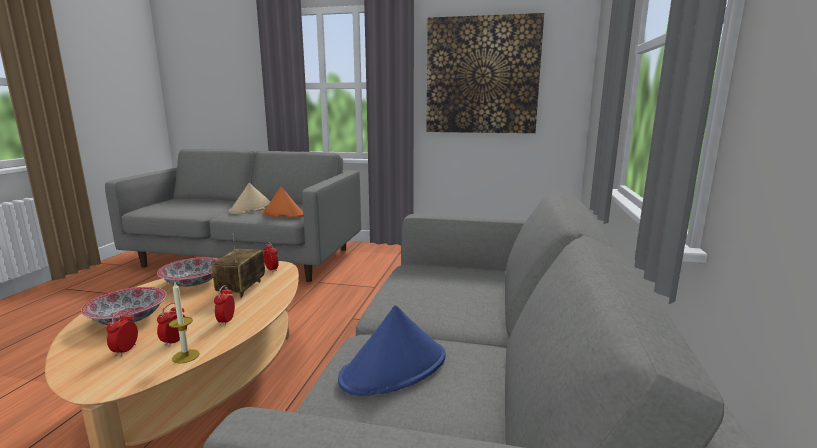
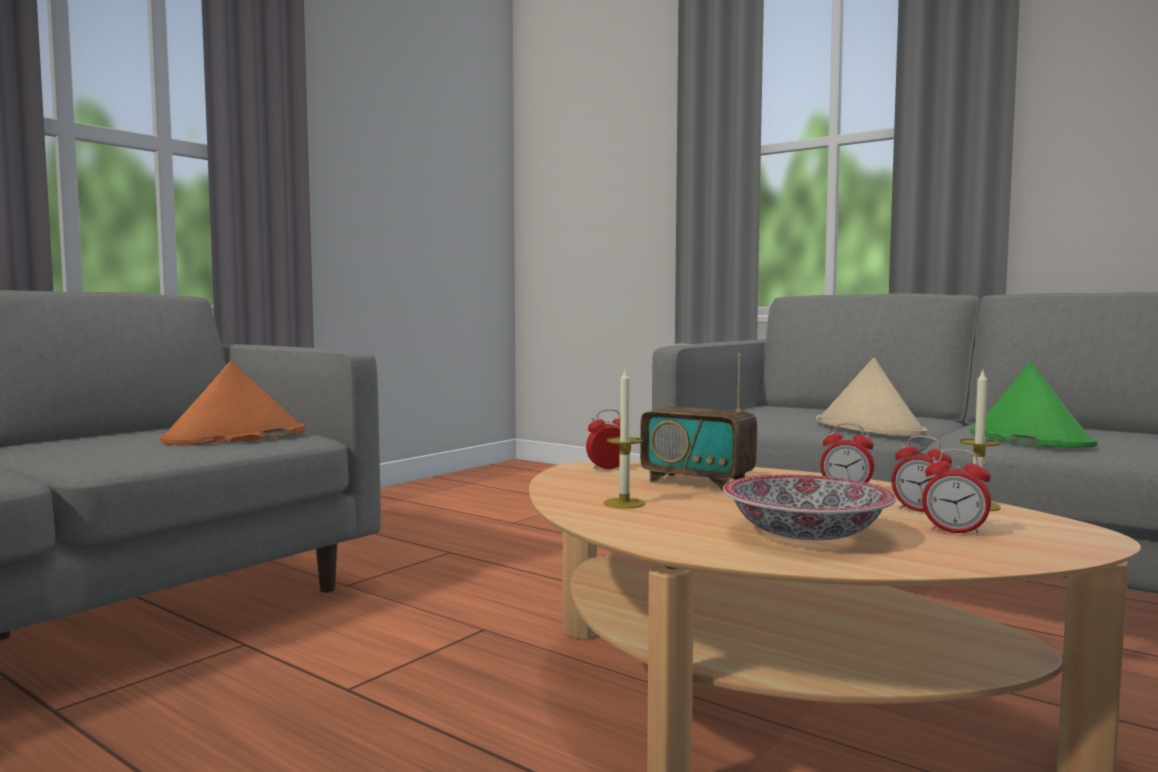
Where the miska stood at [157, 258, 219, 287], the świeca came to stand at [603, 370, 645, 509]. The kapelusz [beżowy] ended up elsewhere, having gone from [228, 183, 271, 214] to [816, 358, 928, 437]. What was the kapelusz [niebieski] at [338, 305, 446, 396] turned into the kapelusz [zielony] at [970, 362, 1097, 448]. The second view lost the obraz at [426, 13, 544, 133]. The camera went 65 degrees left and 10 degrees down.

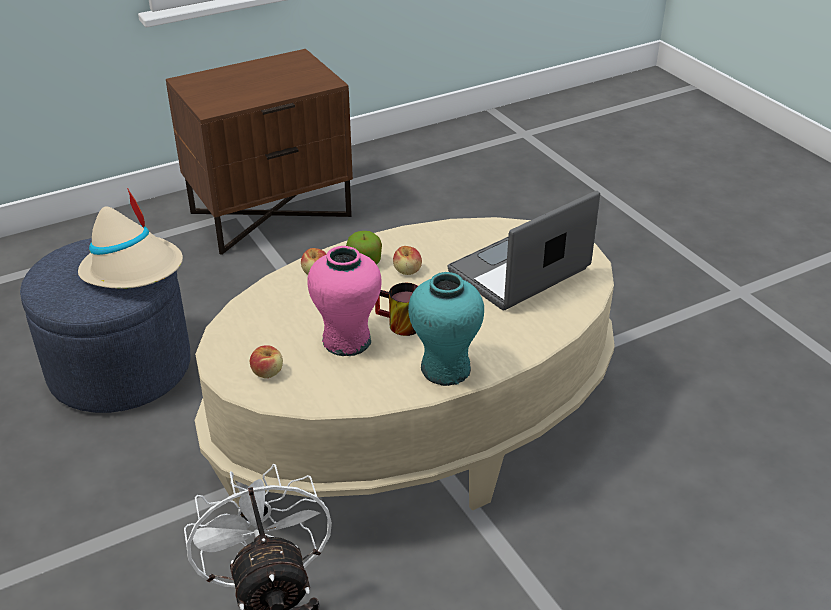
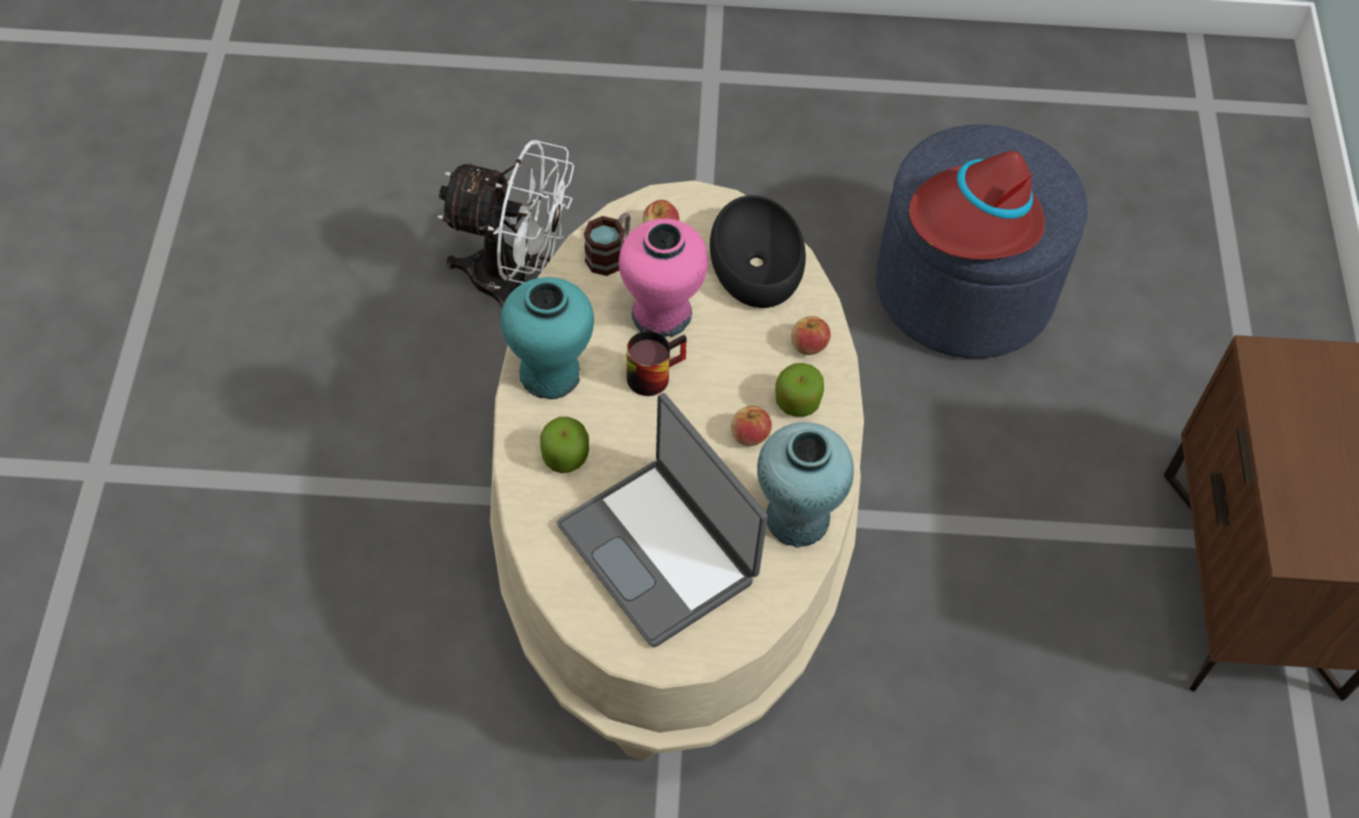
The second view gained the jabłko at [540, 417, 589, 473]. The laptop at [448, 191, 600, 311] ended up facing another way, 150 degrees clockwise from before. The second view gained the kubek at [584, 212, 631, 276]. The second view gained the miska [czarny] at [710, 195, 806, 308]. The second view gained the wazon [turkusowy] at [757, 422, 854, 548]. What was the kapelusz [beżowy] at [78, 188, 183, 289] turned into the kapelusz [czerwony] at [909, 151, 1045, 260]. The camera went 120 degrees right and 20 degrees up.

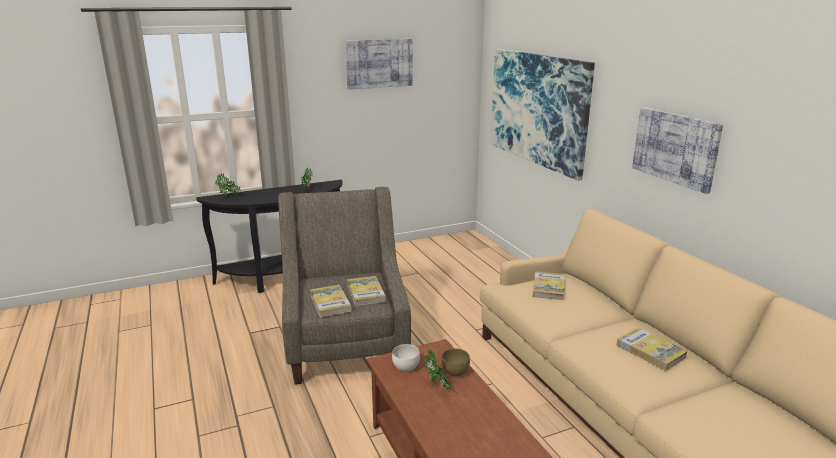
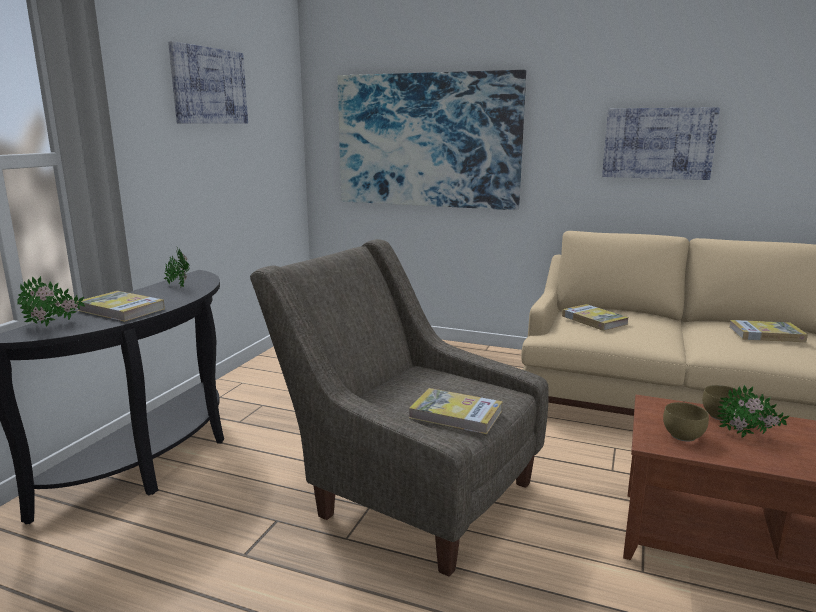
The książka ended up elsewhere, having gone from [347, 276, 386, 306] to [77, 291, 165, 322]. What was the miska [biały] at [392, 344, 420, 372] turned into the miska [brązowy] at [663, 402, 709, 442]. The camera went 45 degrees left and 5 degrees down.

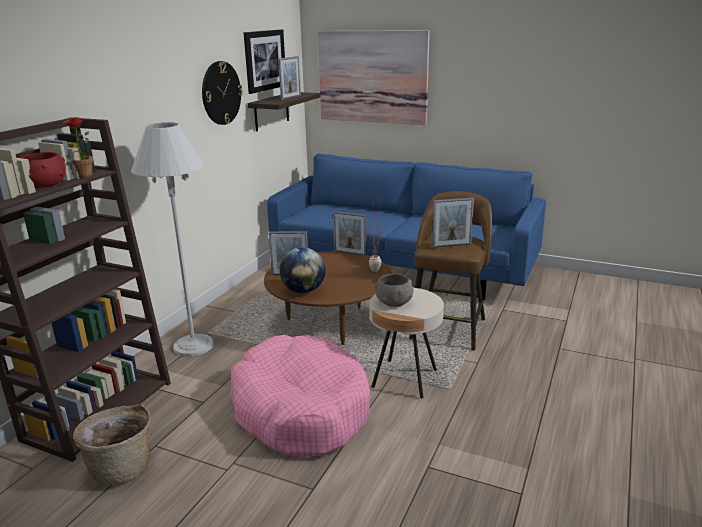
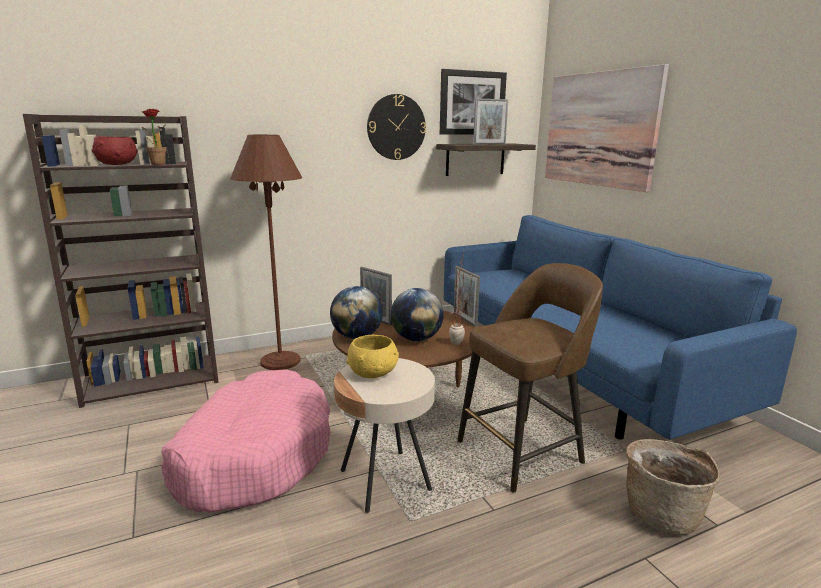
What was the lampa stojąca [biały] at [131, 122, 214, 356] turned into the lampa stojąca [brązowy] at [230, 135, 302, 370]. What was the miska [szary] at [375, 274, 414, 307] turned into the miska [żółty] at [346, 335, 399, 378]. The second view gained the globus at [391, 288, 444, 341]. The koszyk ended up elsewhere, having gone from [73, 404, 151, 485] to [626, 439, 720, 534]. The second view lost the ramka na zdjęcie at [432, 197, 474, 248]. The camera went 40 degrees right and 5 degrees down.

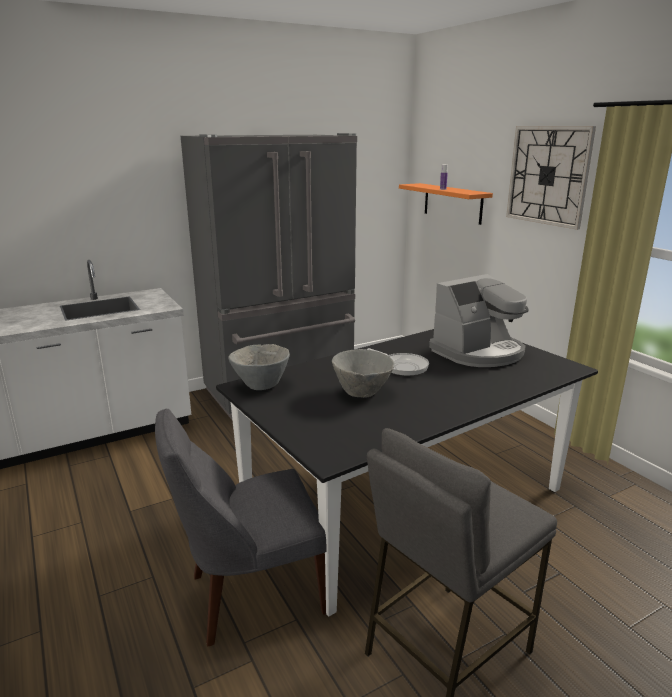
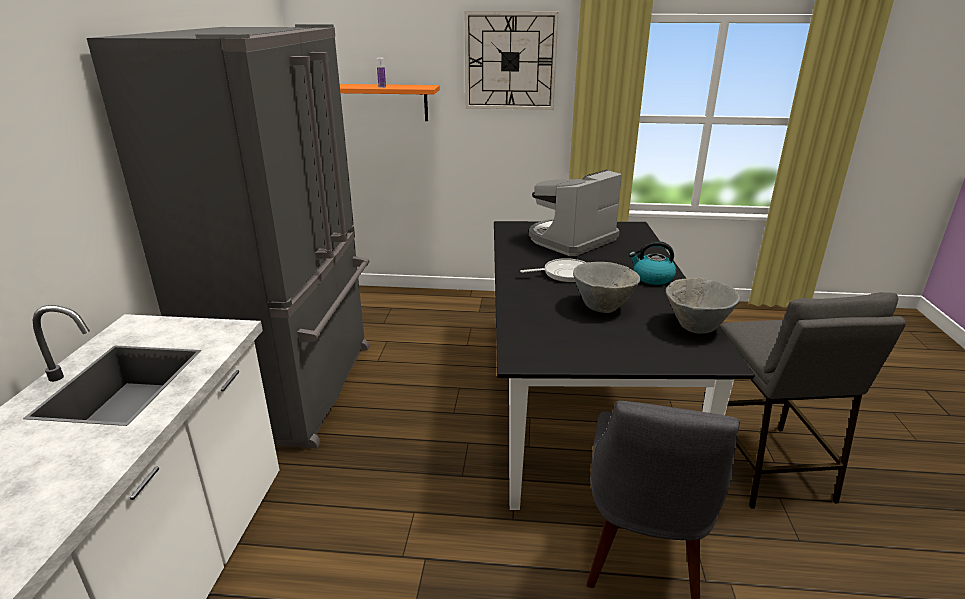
The ekspres do kawy at [429, 274, 529, 367] ended up facing another way, 135 degrees counterclockwise from before. The second view gained the czajnik at [629, 241, 676, 285]. The miska [szary] ended up elsewhere, having gone from [228, 344, 290, 390] to [665, 277, 741, 334]. The camera went 55 degrees left and 5 degrees up.

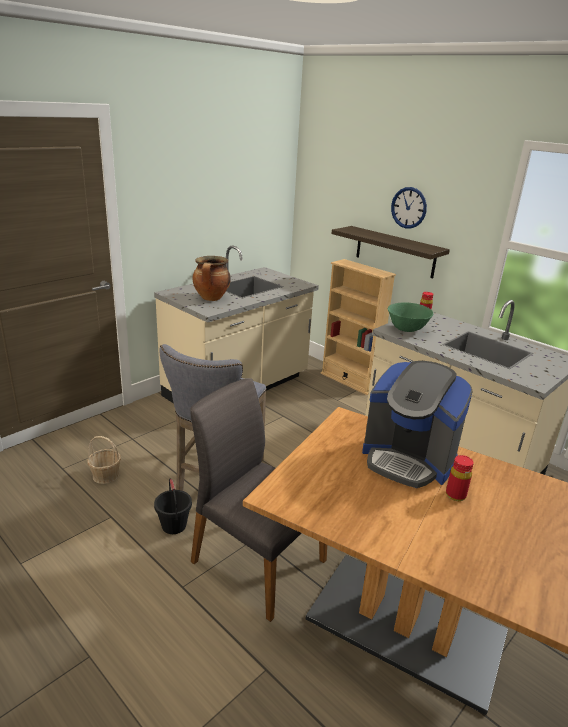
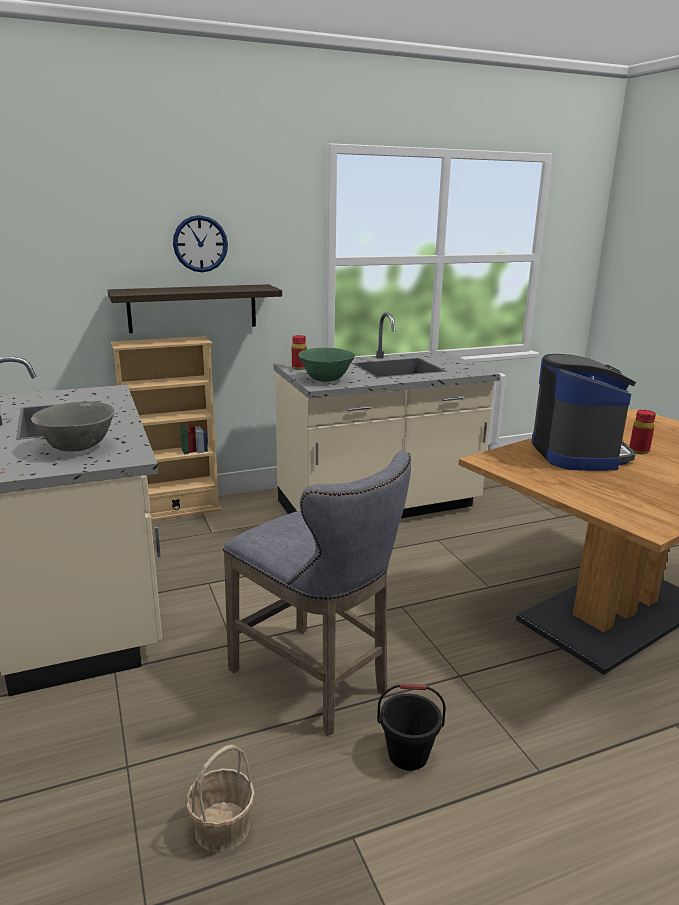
Where the garnek stood at [192, 256, 231, 301], the miska [szary] came to stand at [31, 401, 115, 452]. The ekspres do kawy at [362, 361, 473, 488] ended up facing another way, 60 degrees counterclockwise from before. The second view lost the krzesło [szary] at [190, 378, 327, 622]. The camera went 65 degrees left and 5 degrees down.

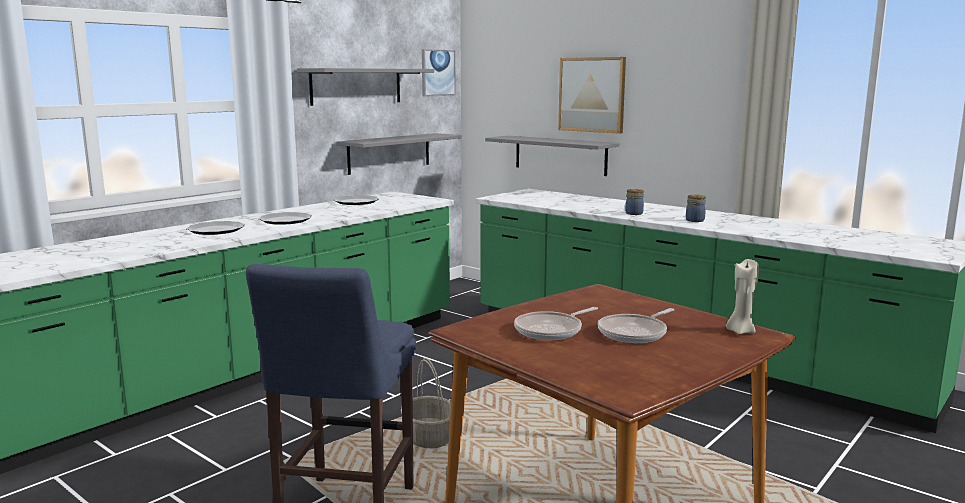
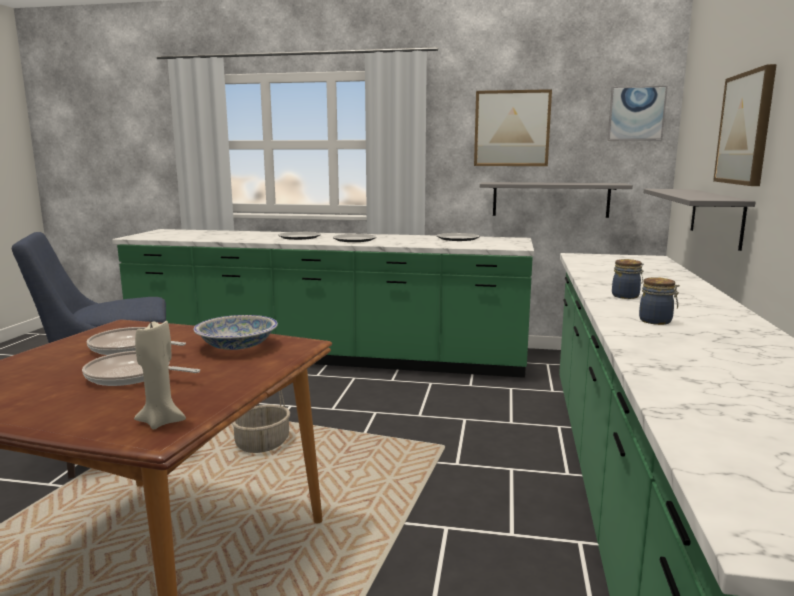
The second view gained the miska at [194, 315, 278, 350]. Where the półka [szary] hung at [297, 68, 434, 106], the obraz came to hang at [474, 89, 552, 166]. The camera went 60 degrees right and 0 degrees up.

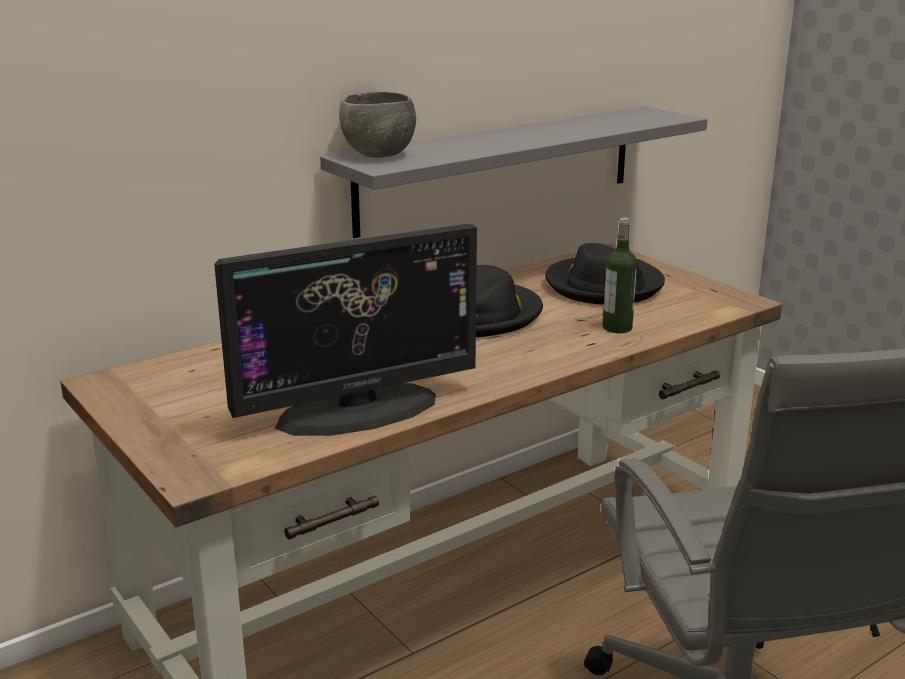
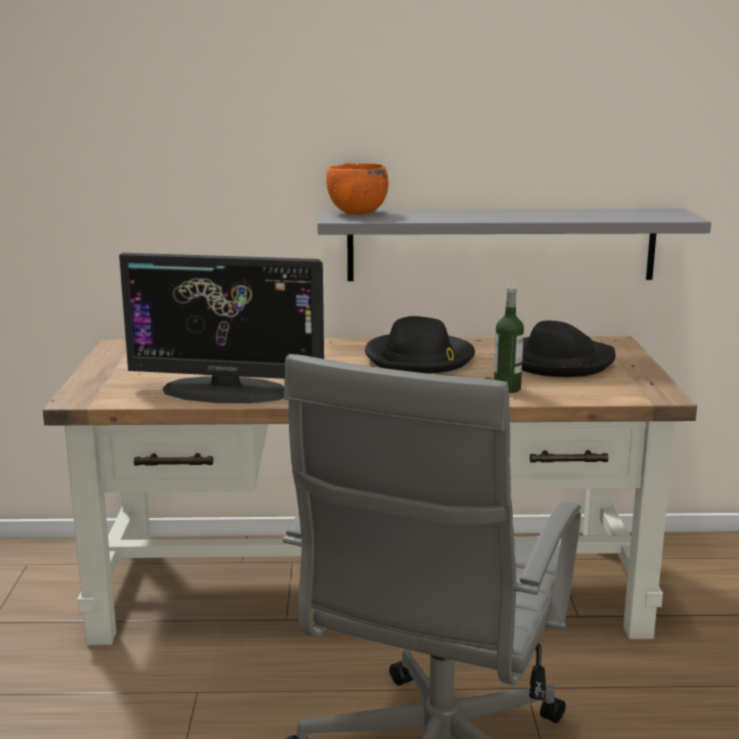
What was the miska [szary] at [339, 92, 416, 158] turned into the miska [pomarańczowy] at [326, 163, 388, 214]. The camera went 35 degrees right and 5 degrees down.

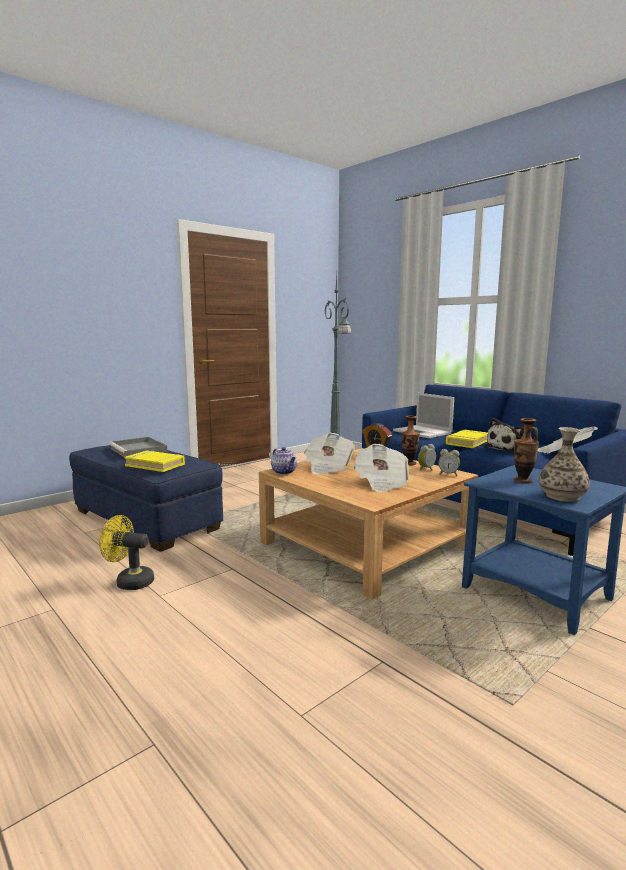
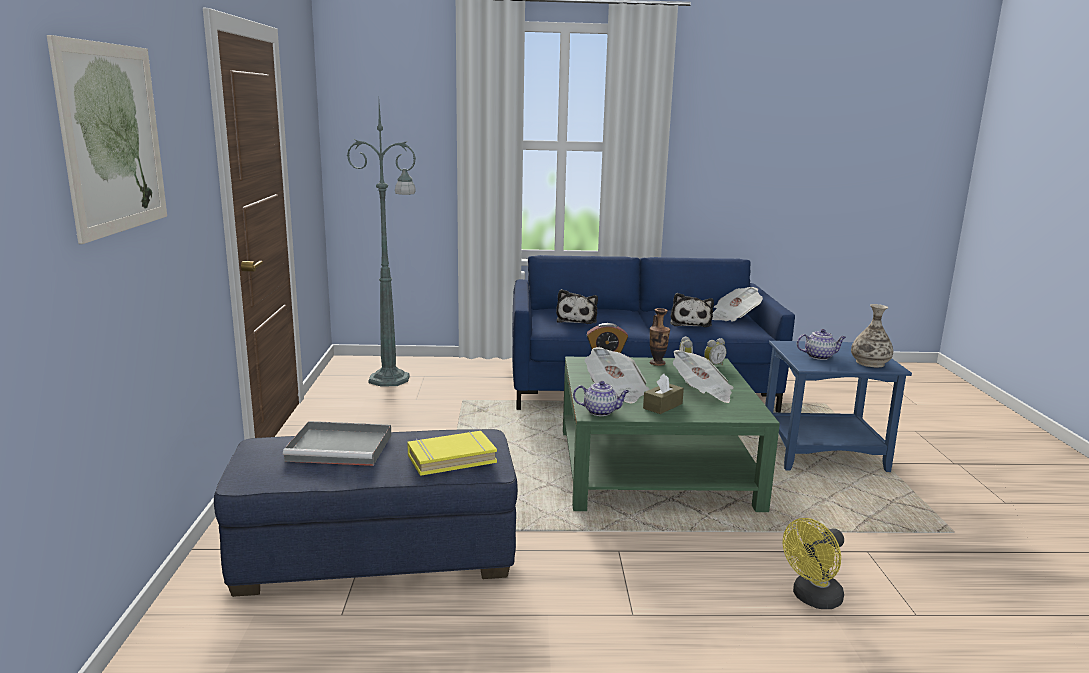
The second view gained the obraz at [47, 35, 167, 244]. Where the laptop stood at [393, 393, 454, 438], the pluszak came to stand at [556, 289, 598, 324]. What was the ława [beżowy] at [259, 448, 478, 600] turned into the ława [zielony] at [563, 357, 780, 512]. The second view gained the pudełko chusteczek [brązowy] at [643, 374, 684, 414]. The wentylator [żółty] ended up elsewhere, having gone from [99, 515, 154, 590] to [783, 518, 844, 609]. Where the wazon stood at [514, 418, 539, 484], the imbryk came to stand at [797, 329, 846, 360]. The second view lost the książka [żółty] at [446, 430, 488, 448]. The camera went 50 degrees left and 5 degrees up.

